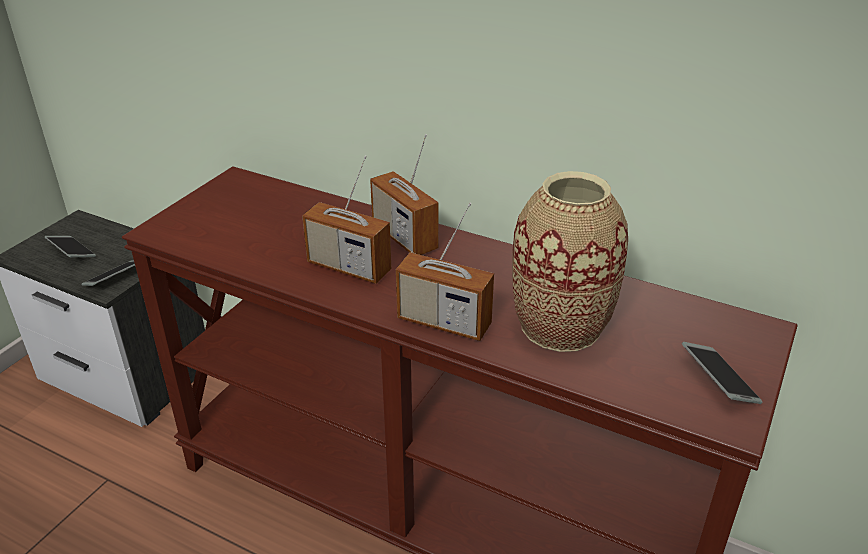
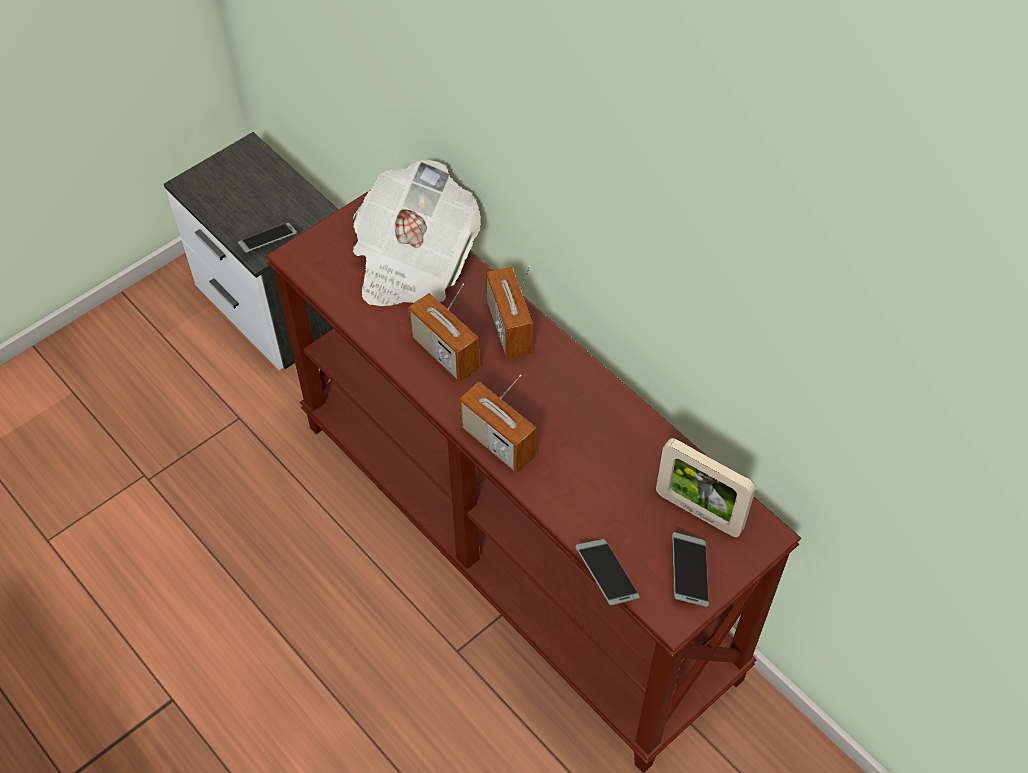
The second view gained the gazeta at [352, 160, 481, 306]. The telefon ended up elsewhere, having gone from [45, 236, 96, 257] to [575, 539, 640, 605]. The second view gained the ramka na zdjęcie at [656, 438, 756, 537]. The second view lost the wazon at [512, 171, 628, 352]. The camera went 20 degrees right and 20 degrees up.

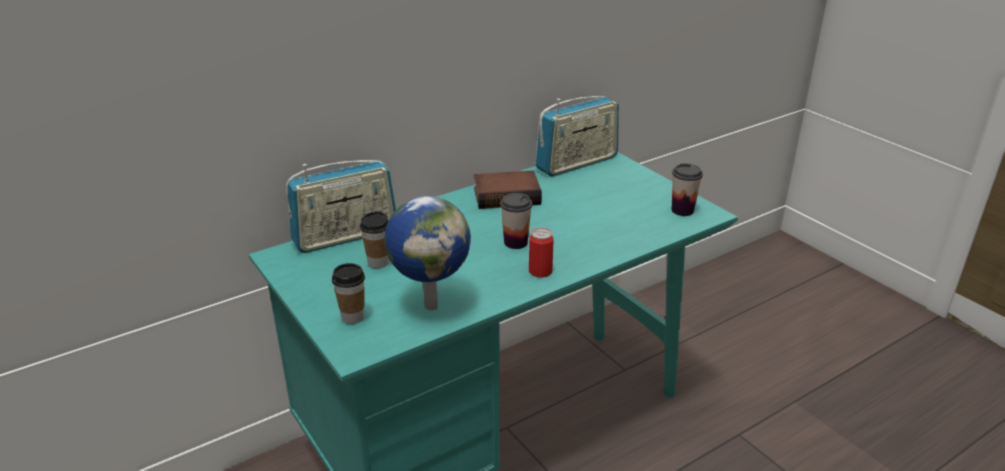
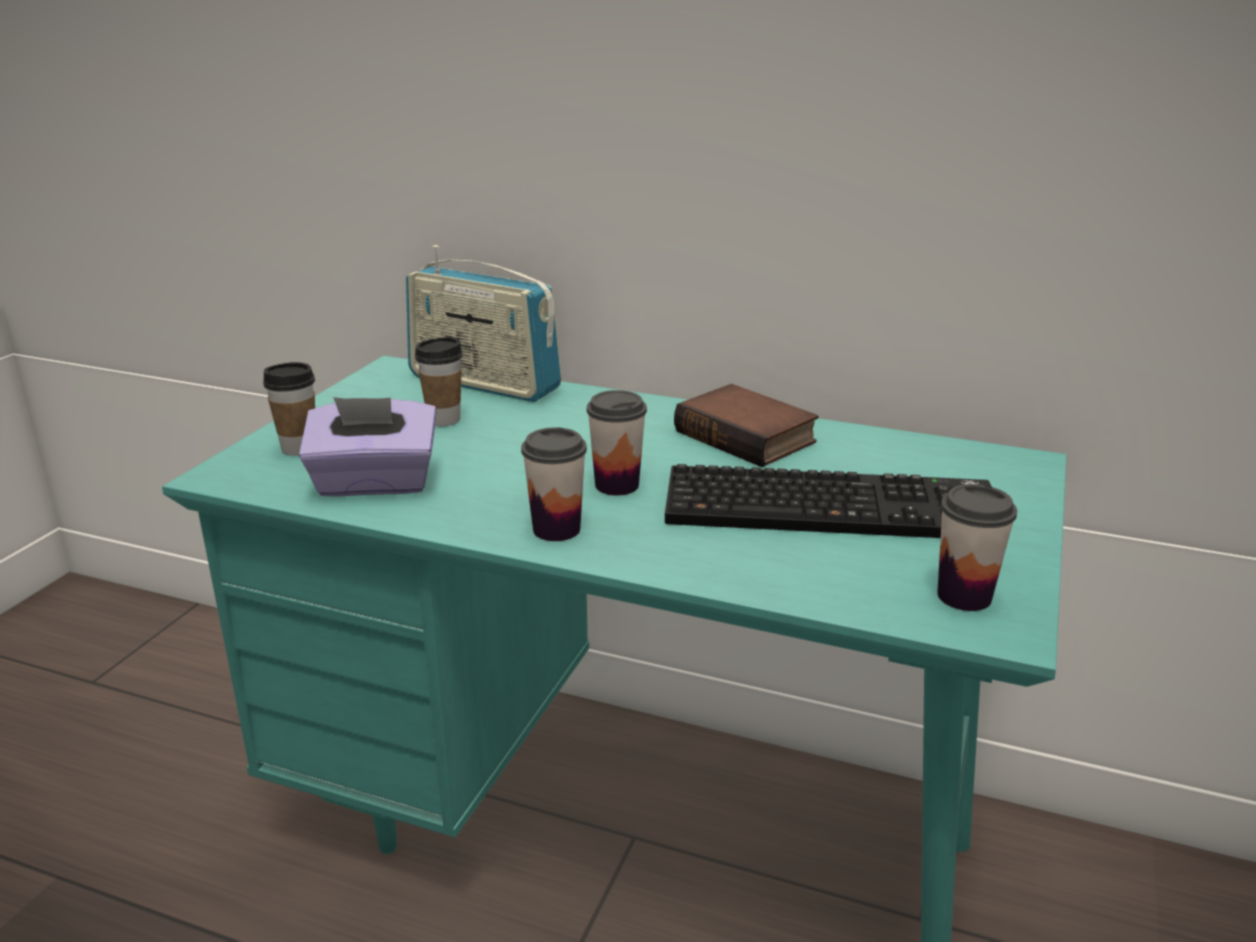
Where the globus stood at [384, 196, 471, 311], the pudełko chusteczek [fioletowy] came to stand at [299, 397, 437, 497]. Where the puszka stood at [529, 228, 554, 278], the filiżanka came to stand at [521, 427, 587, 541]. The second view gained the klawiatura at [665, 464, 991, 538]. The second view lost the radio at [535, 96, 619, 177]. The camera went 55 degrees right and 5 degrees down.

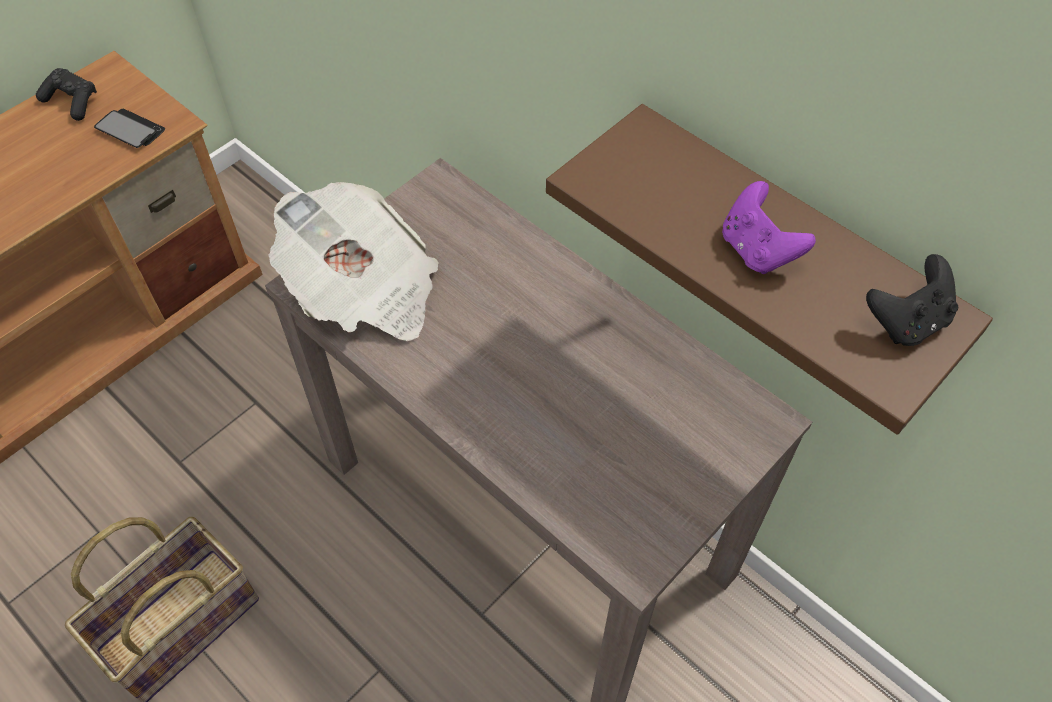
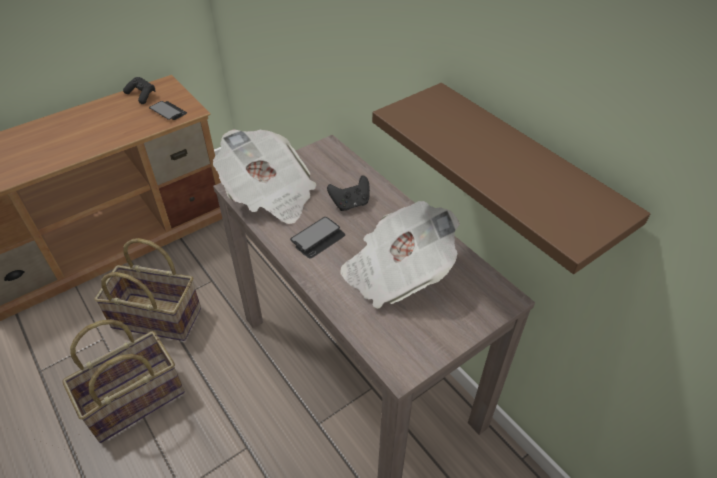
The second view gained the koszyk at [94, 238, 201, 341]. The second view gained the telefon at [290, 217, 345, 259]. The pad do gier [czarny] ended up elsewhere, having gone from [866, 254, 958, 346] to [327, 175, 370, 211]. The second view gained the gazeta at [340, 201, 460, 309]. The second view lost the pad do gier [fioletowy] at [722, 181, 816, 274]. The camera went 10 degrees right and 10 degrees down.

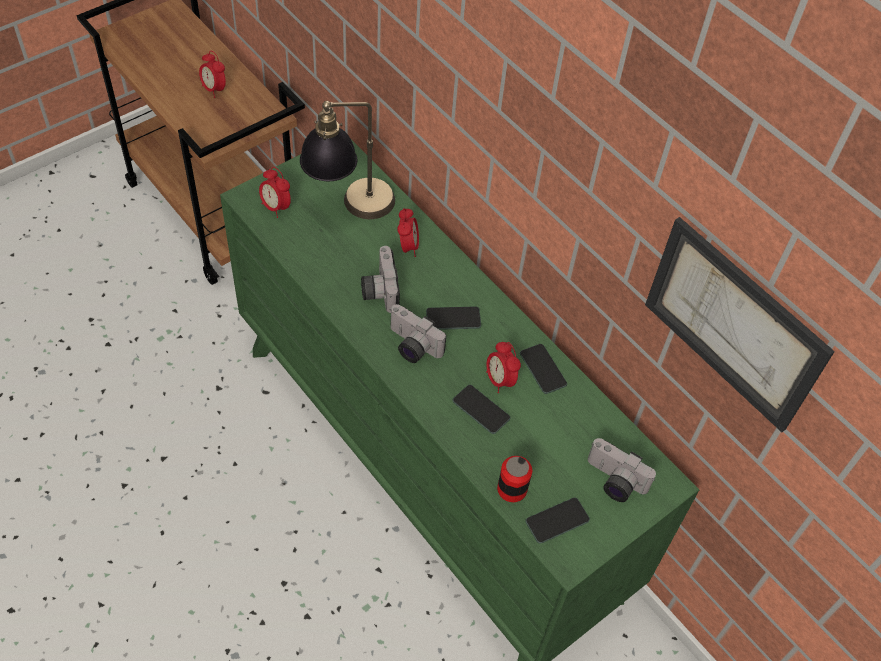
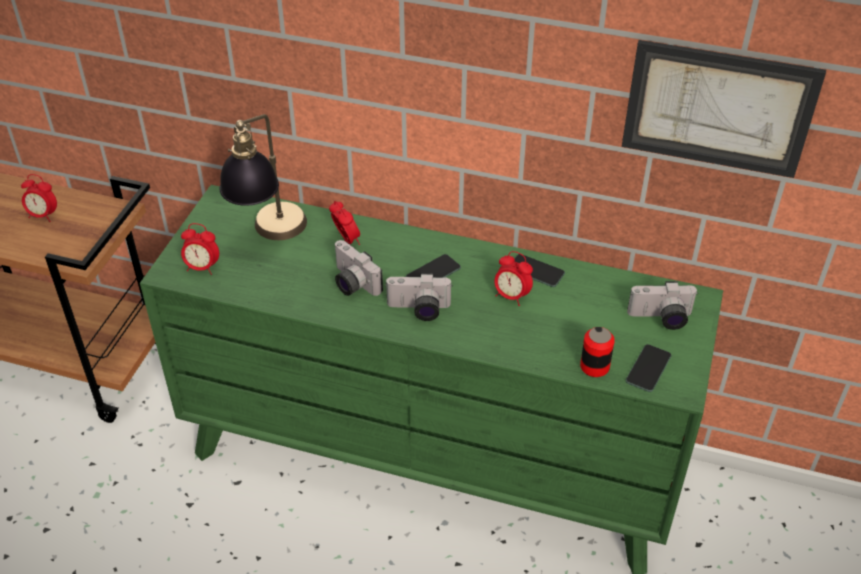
The second view lost the telefon at [452, 385, 510, 434]. The camera went 30 degrees left and 10 degrees down.

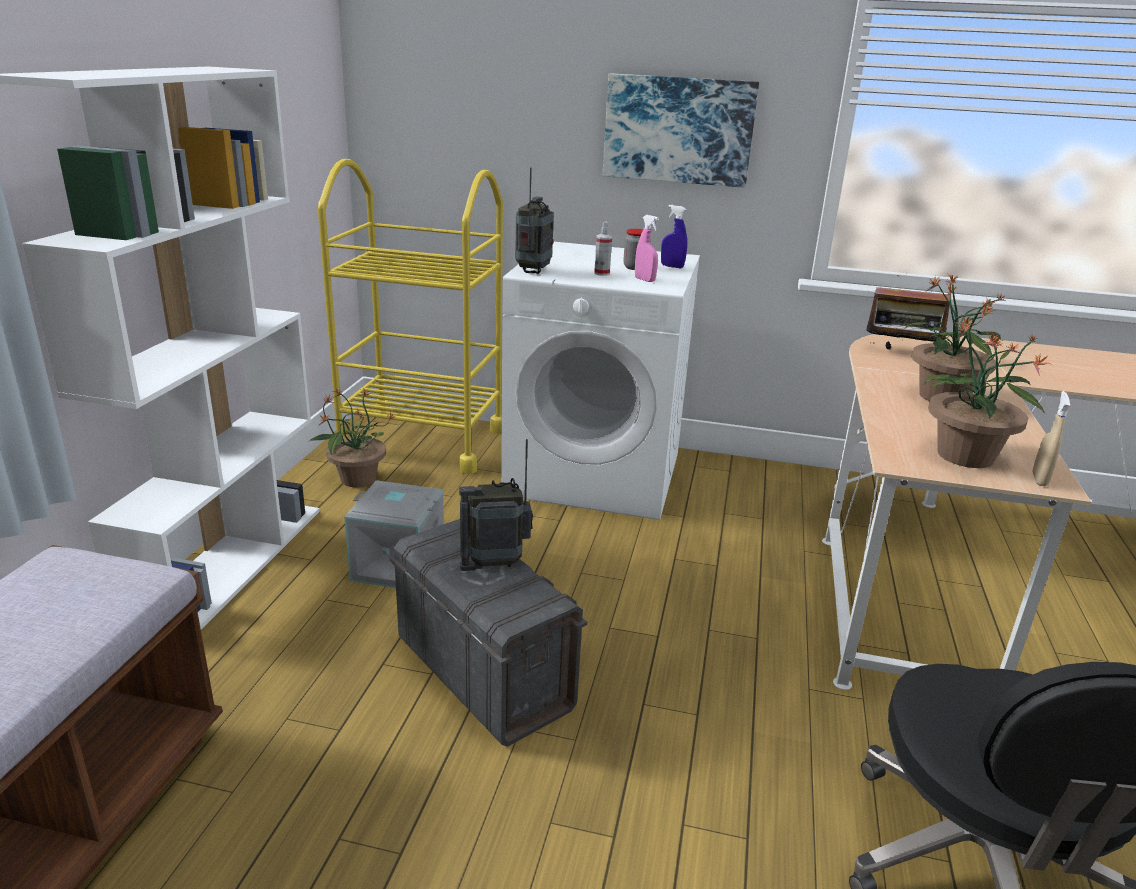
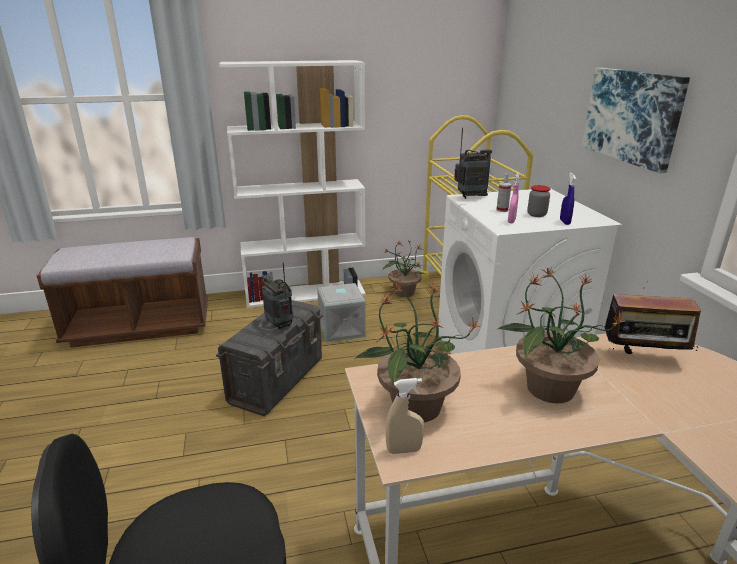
The radio at [866, 275, 950, 349] ended up facing another way, 75 degrees counterclockwise from before. The camera went 65 degrees right and 0 degrees up.

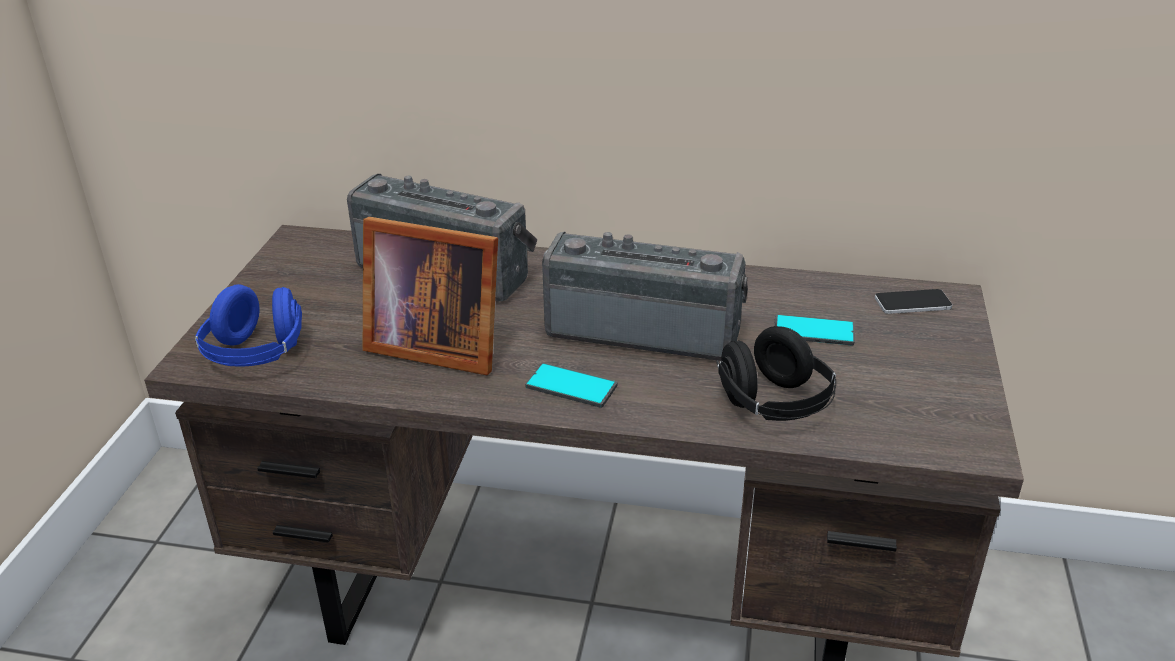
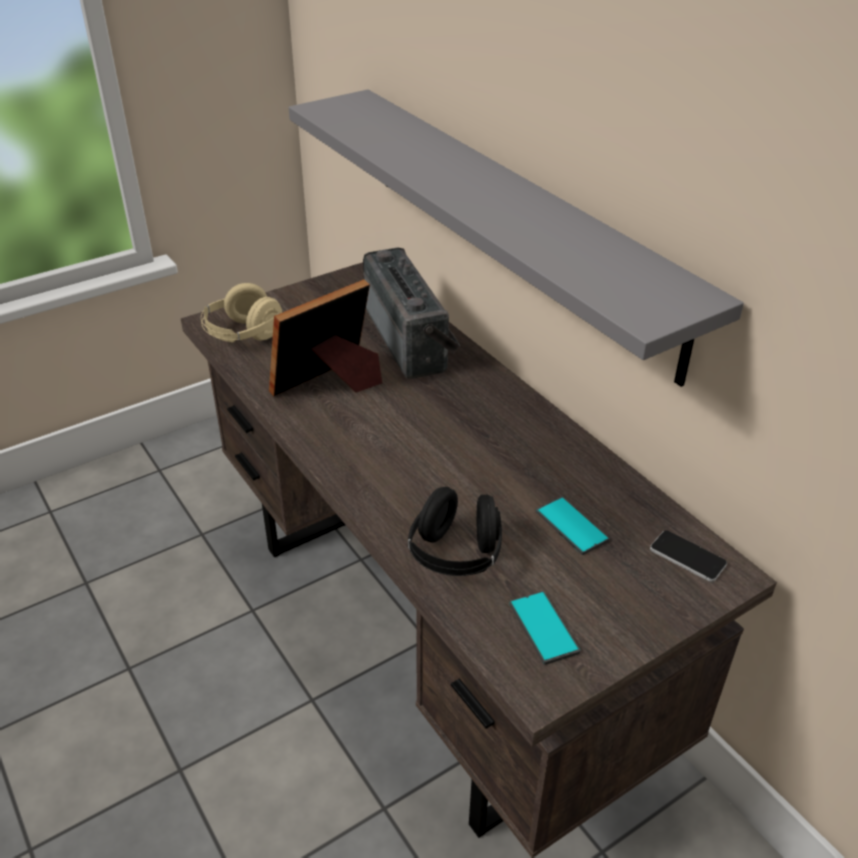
What was the słuchawki [niebieski] at [195, 284, 302, 367] turned into the słuchawki [beżowy] at [201, 283, 282, 342]. The ramka na zdjęcie at [363, 217, 498, 375] ended up facing another way, 75 degrees clockwise from before. The second view gained the półka [szary] at [289, 89, 744, 387]. The telefon ended up elsewhere, having gone from [525, 363, 617, 408] to [509, 591, 580, 665]. The second view lost the radio at [542, 232, 748, 361]. The camera went 45 degrees right and 5 degrees up.

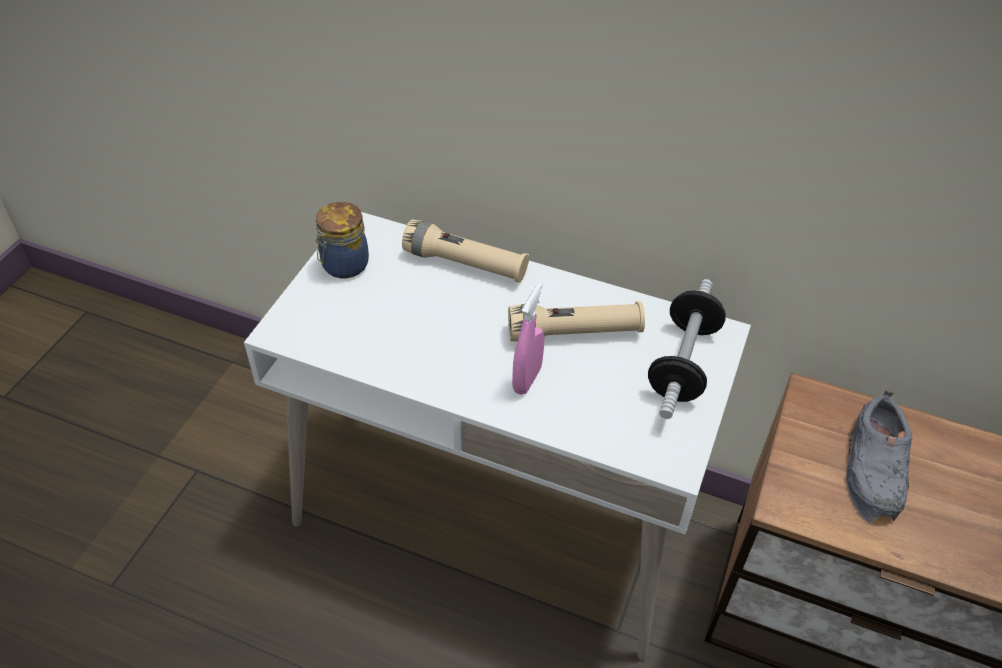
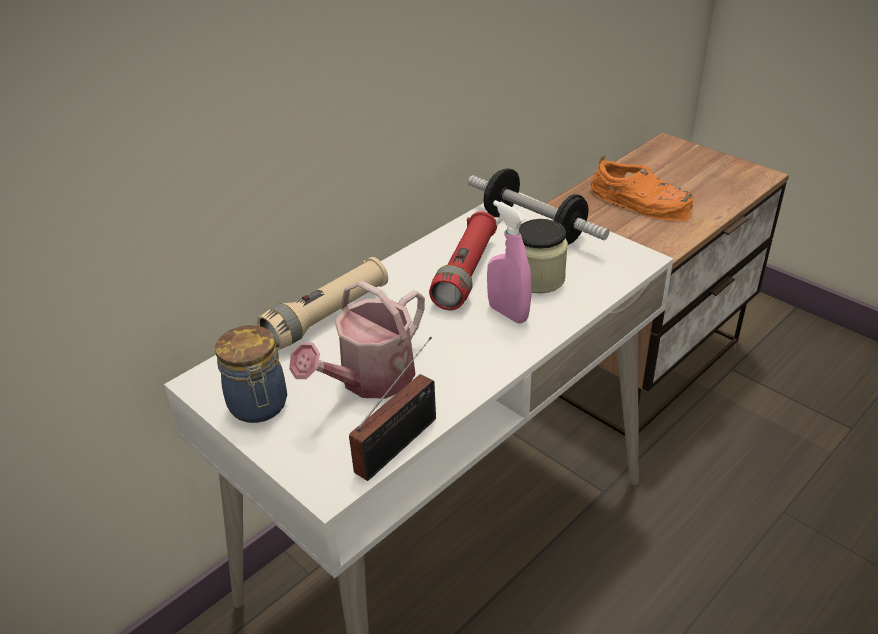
The second view gained the konewka at [289, 281, 425, 398]. The second view gained the radio at [349, 337, 436, 481]. What was the latarka [beżowy] at [508, 301, 645, 342] turned into the latarka [czerwony] at [429, 211, 497, 310]. The second view gained the słoik at [519, 219, 568, 293]. What was the but [szary] at [846, 391, 913, 523] turned into the but [pomarańczowy] at [591, 156, 694, 221]. The camera went 65 degrees left and 10 degrees down.

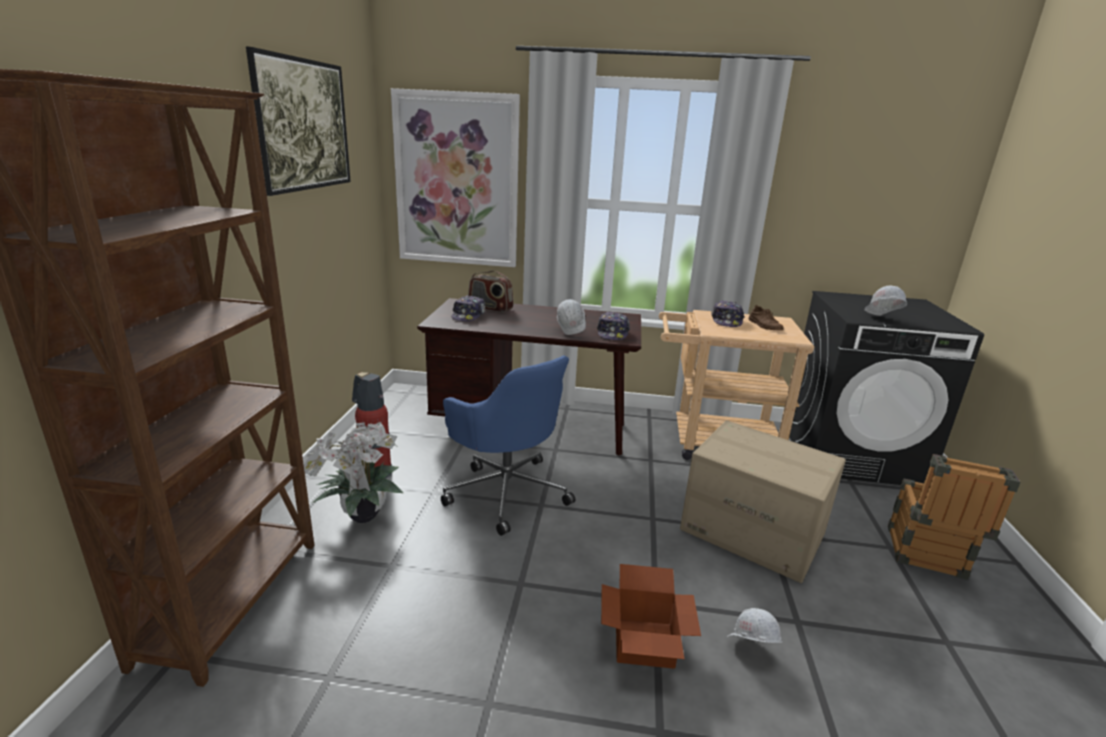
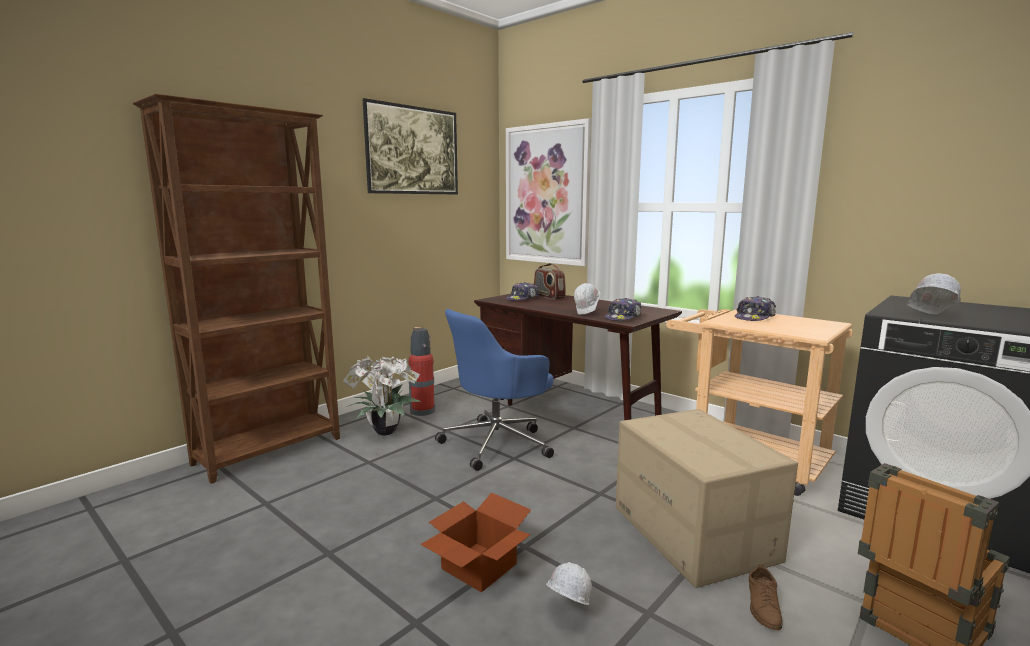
The krzesło biurowe [niebieski] at [441, 356, 575, 536] ended up facing another way, 60 degrees clockwise from before. The but [brązowy] ended up elsewhere, having gone from [748, 305, 784, 330] to [749, 564, 783, 630]. The camera went 35 degrees right and 10 degrees down.

